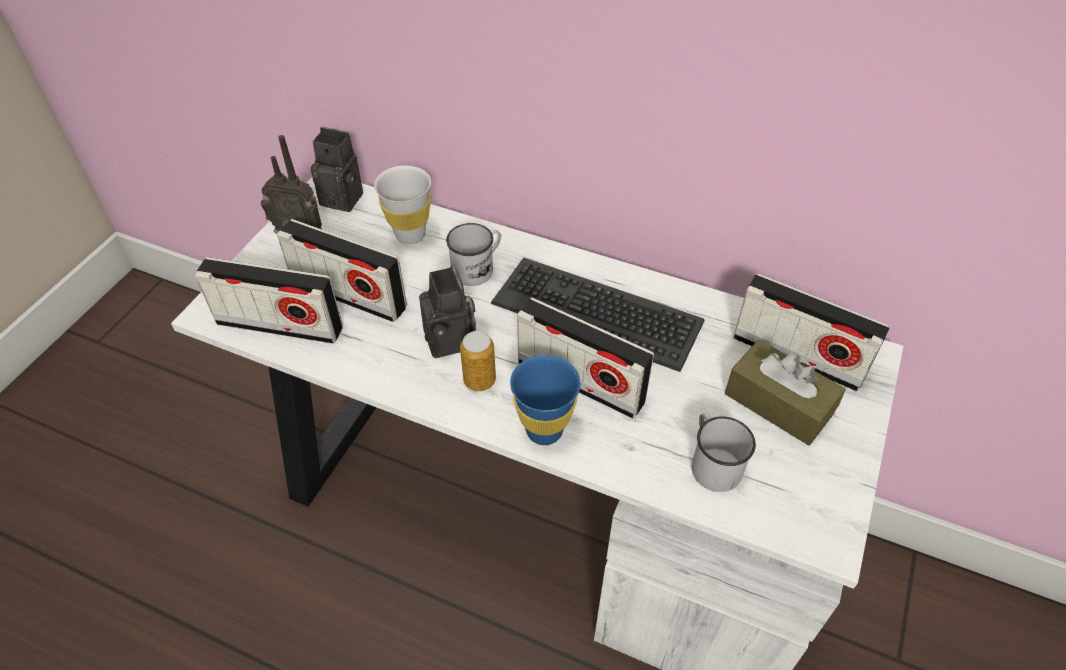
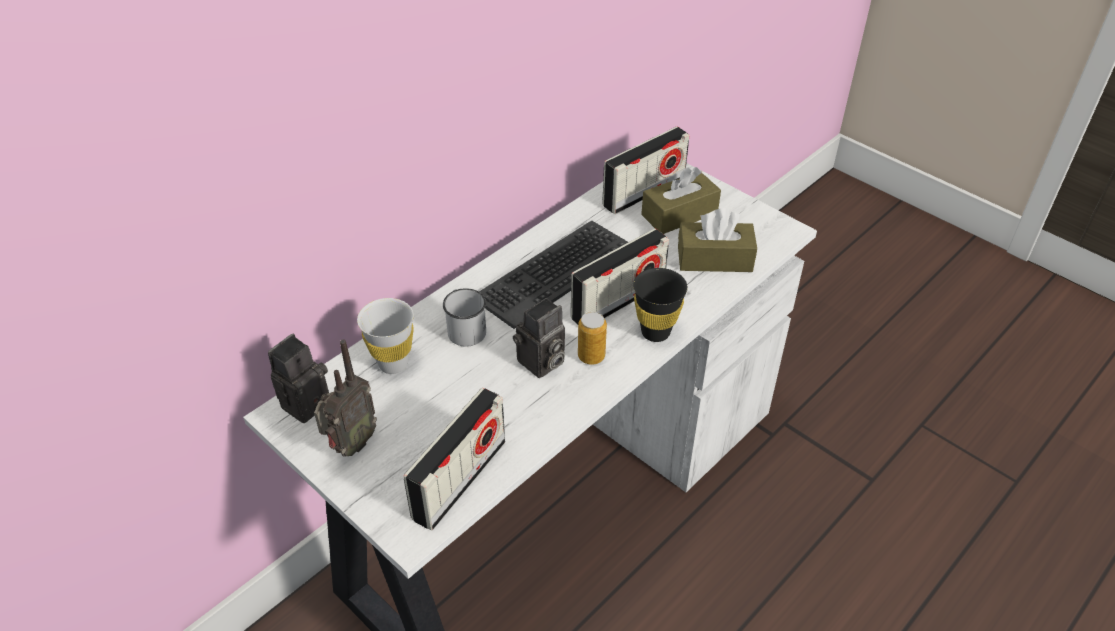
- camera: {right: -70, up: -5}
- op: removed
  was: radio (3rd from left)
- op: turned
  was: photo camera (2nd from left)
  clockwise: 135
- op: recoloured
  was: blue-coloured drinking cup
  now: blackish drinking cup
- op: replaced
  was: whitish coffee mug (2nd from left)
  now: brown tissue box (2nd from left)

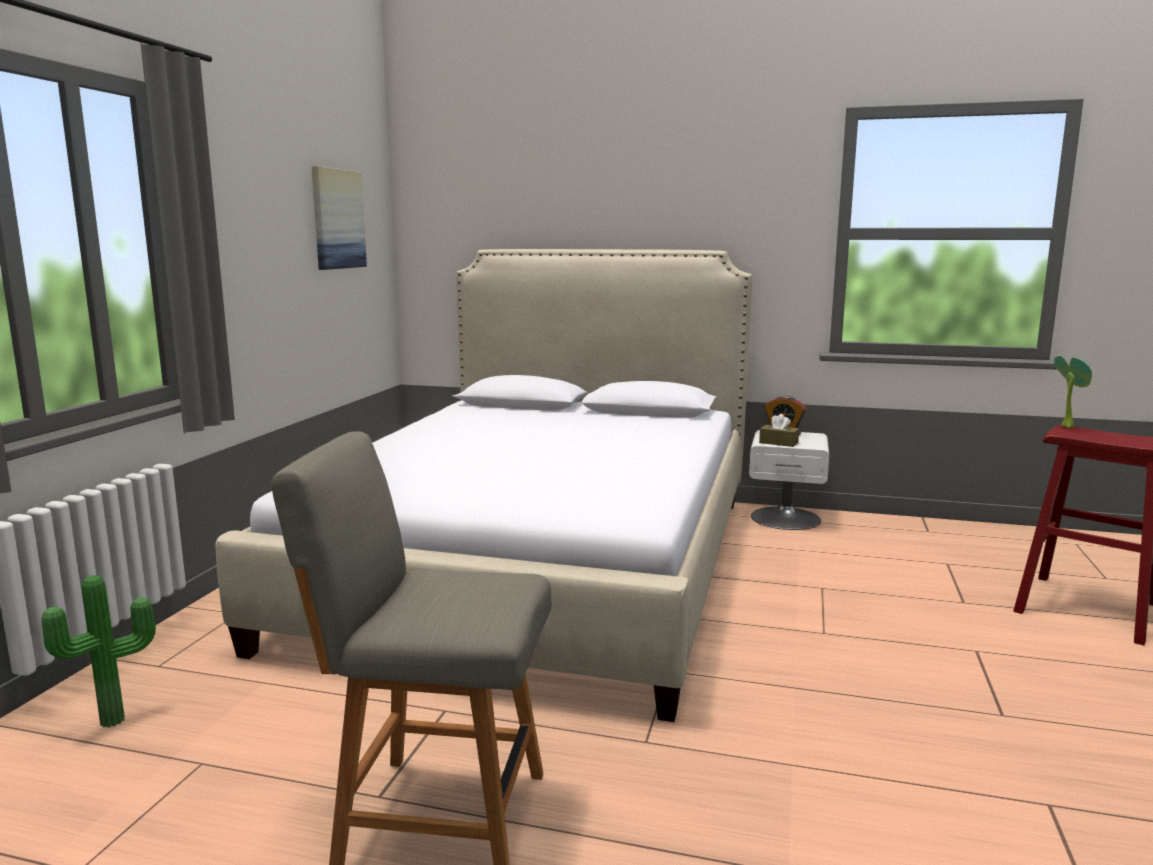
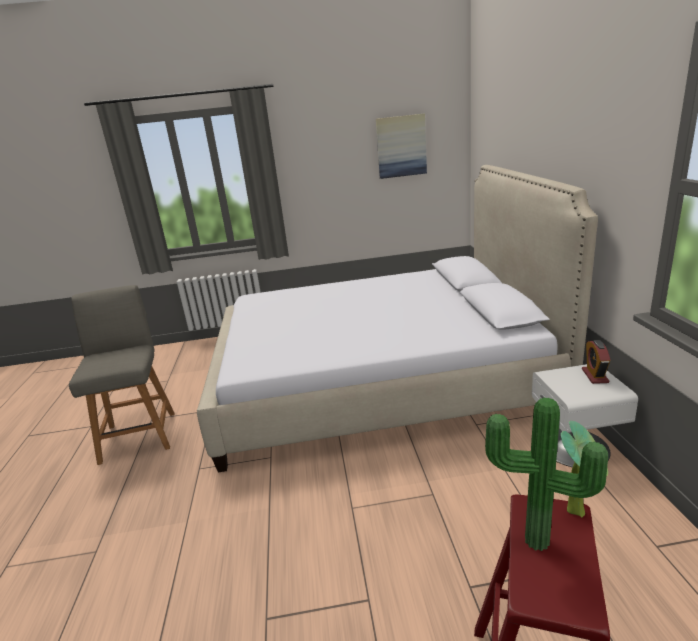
- camera: {right: 70, up: 10}
- op: removed
  was: brown tissue box
- op: moved
  was: plant in a pot (1st from left)

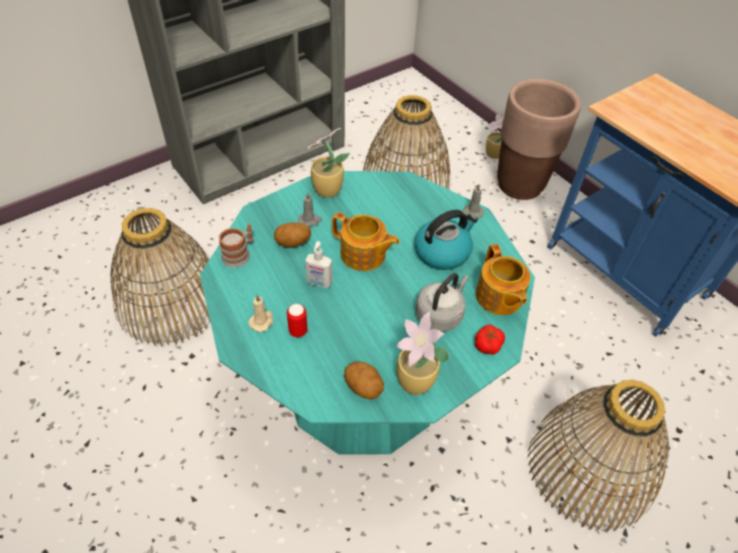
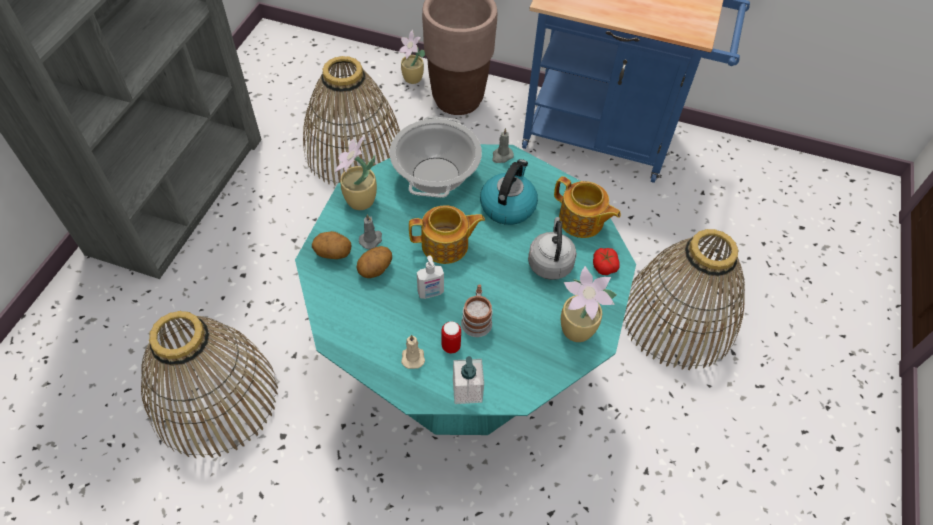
- camera: {right: -35, up: 5}
- op: moved
  was: coffee mug
- op: moved
  was: spud (2nd from left in the first image)
  now: spud (1st from left)
- op: added
  now: stockpot
- op: added
  now: soap dispenser (2nd from left)

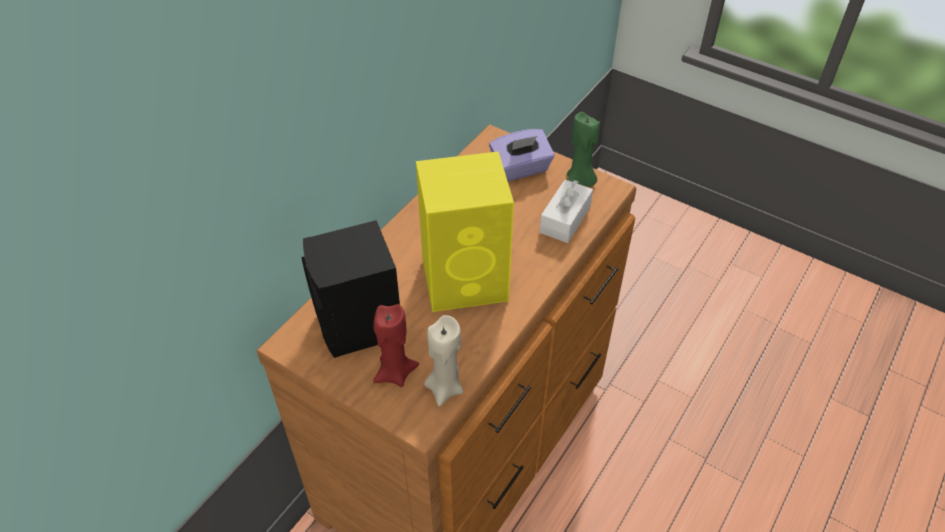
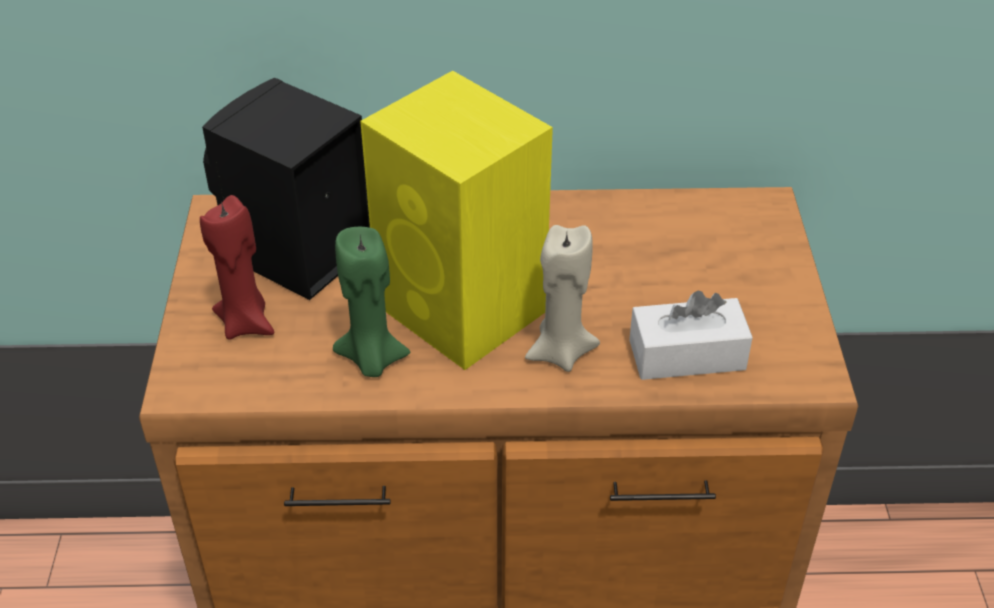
- camera: {right: 55, up: -5}
- op: moved
  was: green-coloured candle
- op: removed
  was: purple-coloured tissue box
- op: moved
  was: sand-coloured candle

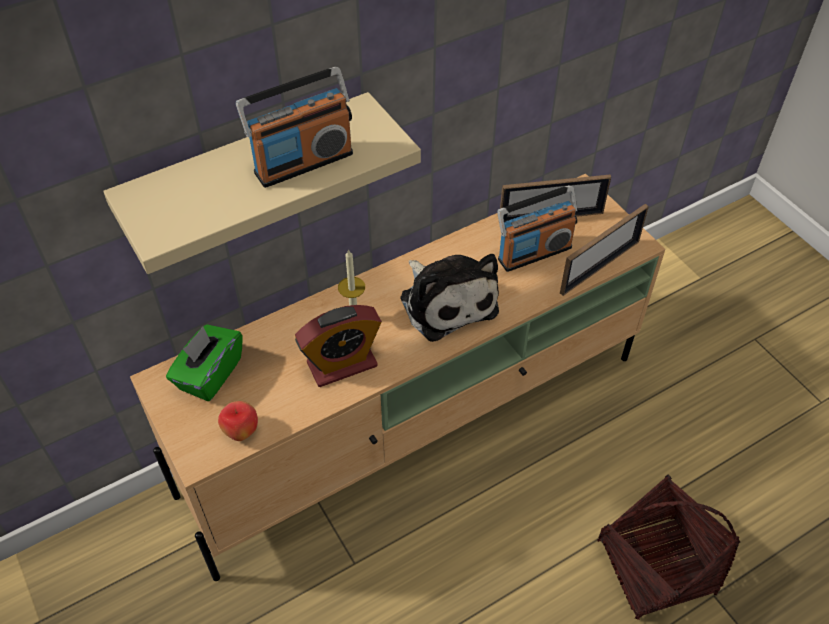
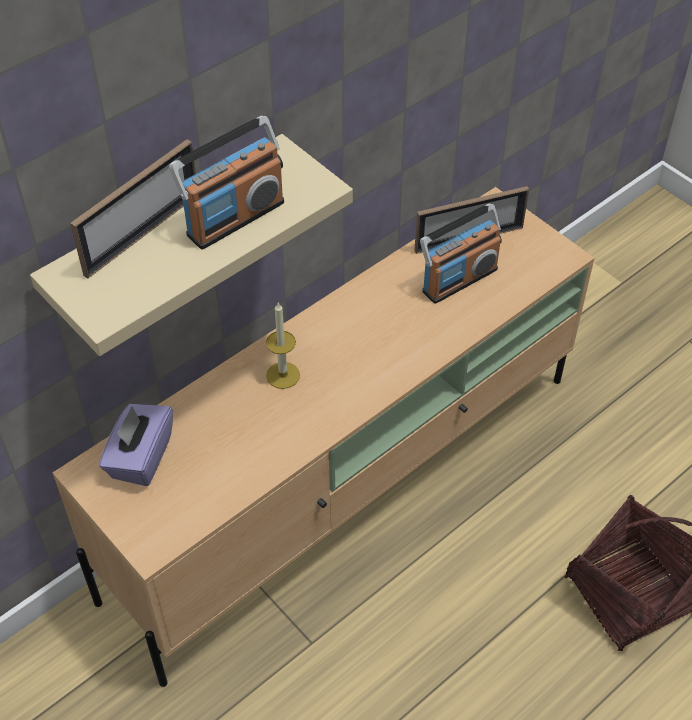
- camera: {right: -10, up: 0}
- op: moved
  was: picture frame (2nd from left in the first image)
  now: picture frame (1st from left)
- op: removed
  was: soft toy
- op: removed
  was: table clock
- op: recoloured
  was: green-coloured tissue box
  now: purple-coloured tissue box
- op: removed
  was: whole apple

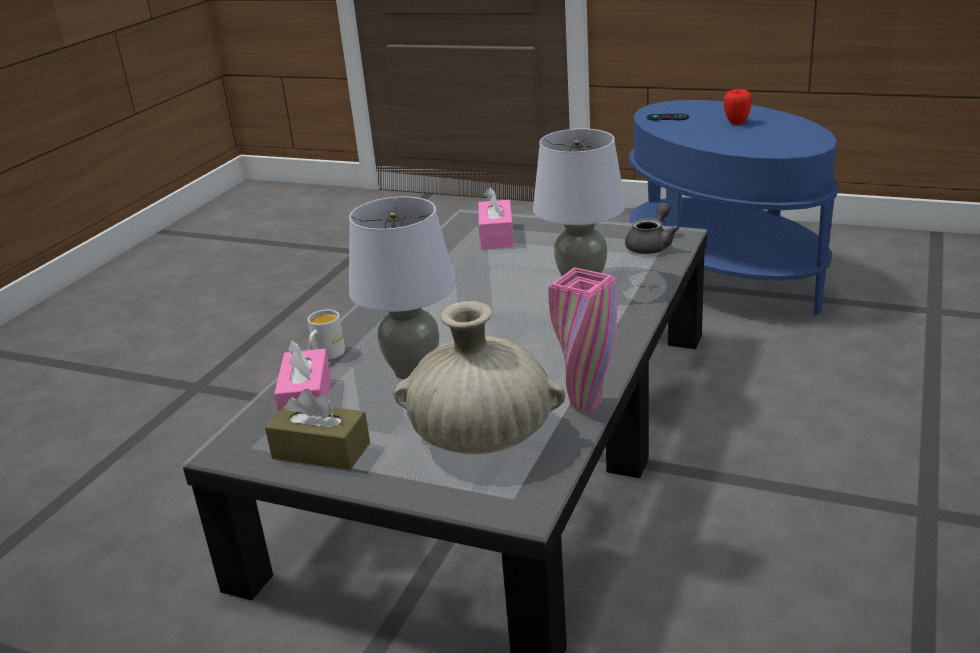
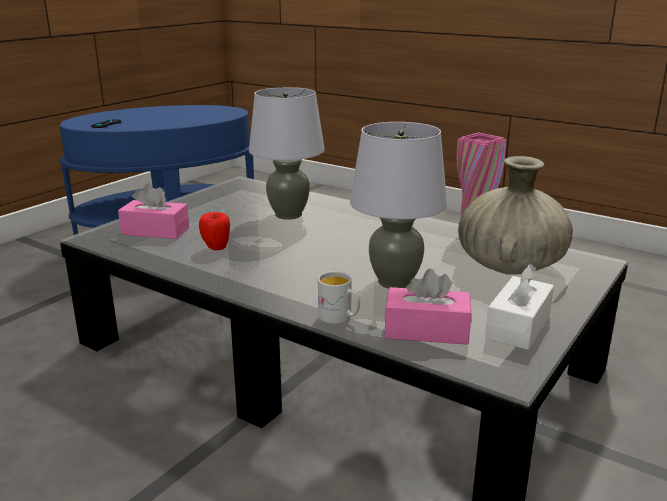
- camera: {right: -80, up: -5}
- op: moved
  was: whole apple
- op: removed
  was: gray pot for tea
- op: recoloured
  was: brown tissue box
  now: whitish tissue box

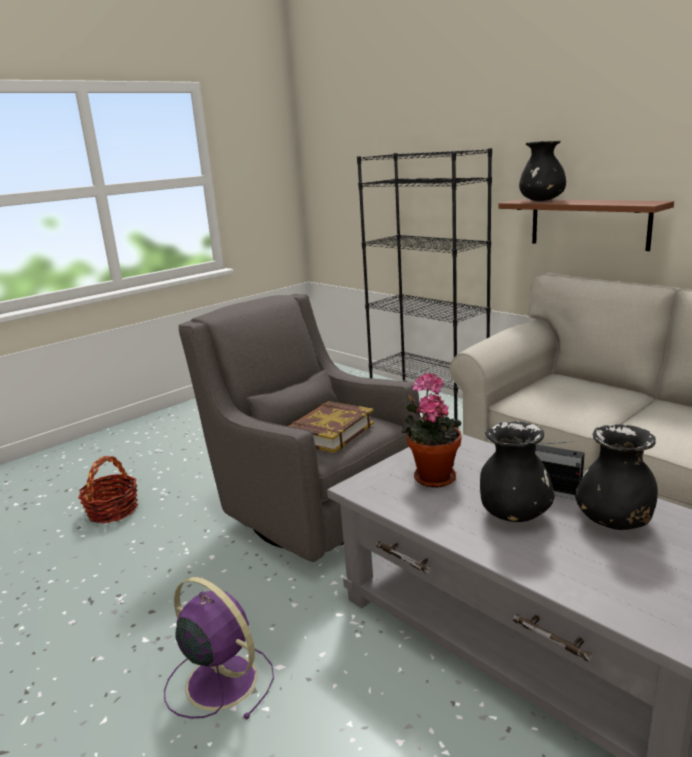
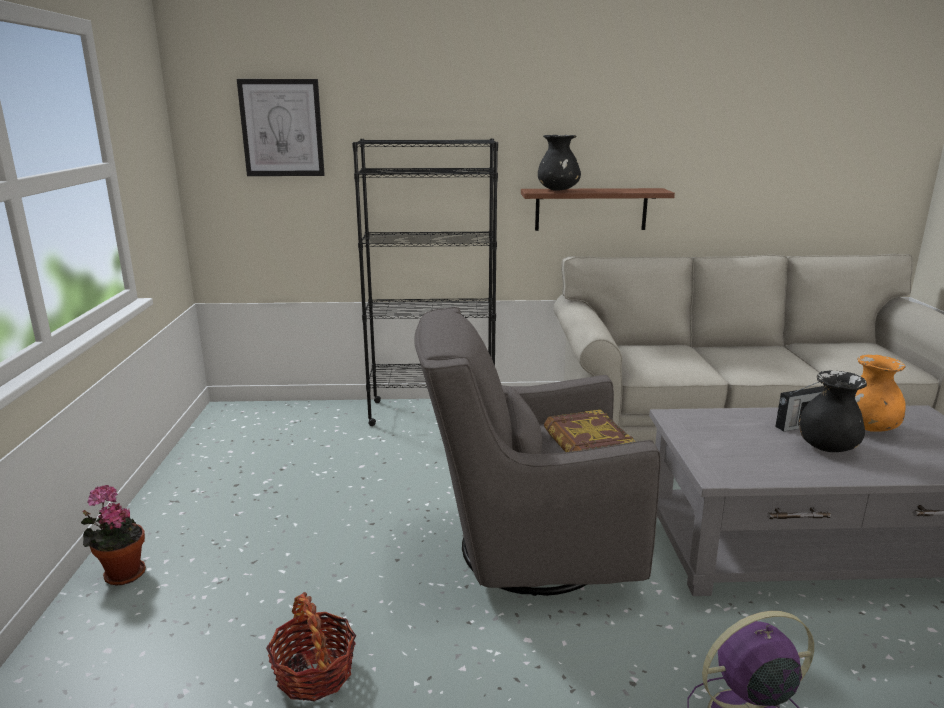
- camera: {right: -50, up: 0}
- op: moved
  was: plant in a pot
- op: recoloured
  was: blackish flower vase (3rd from left)
  now: orangey flower vase
- op: added
  now: picture

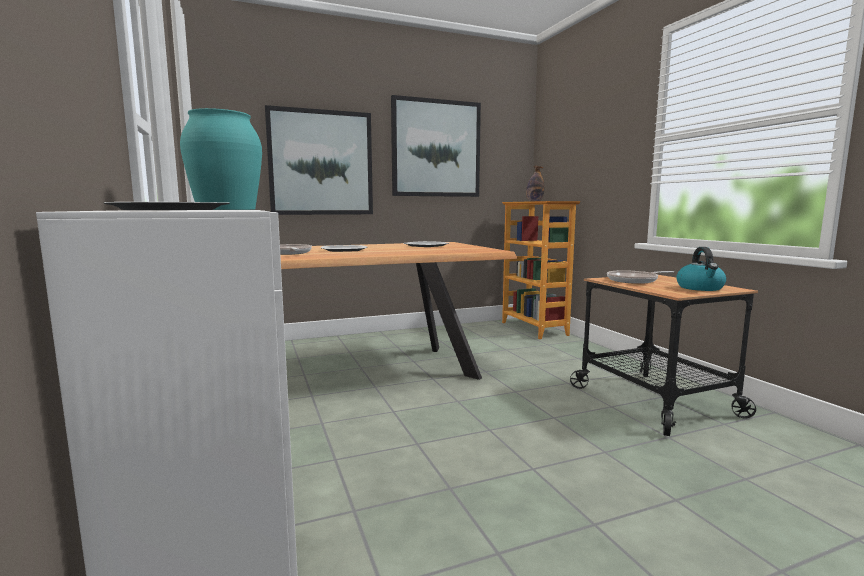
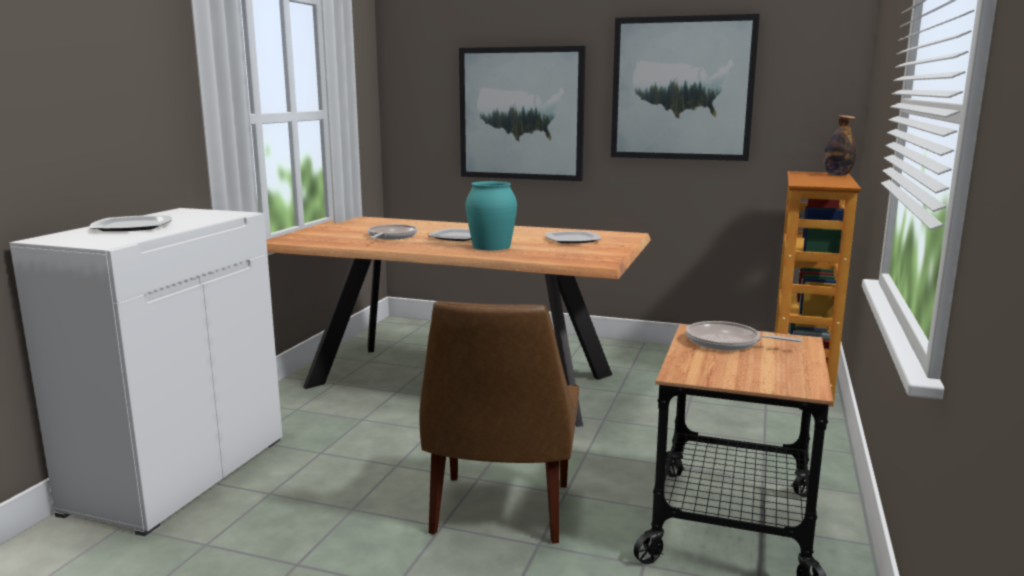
- camera: {right: 40, up: 5}
- op: moved
  was: blue-green flower vase
- op: removed
  was: tea kettle
- op: added
  now: brown chair

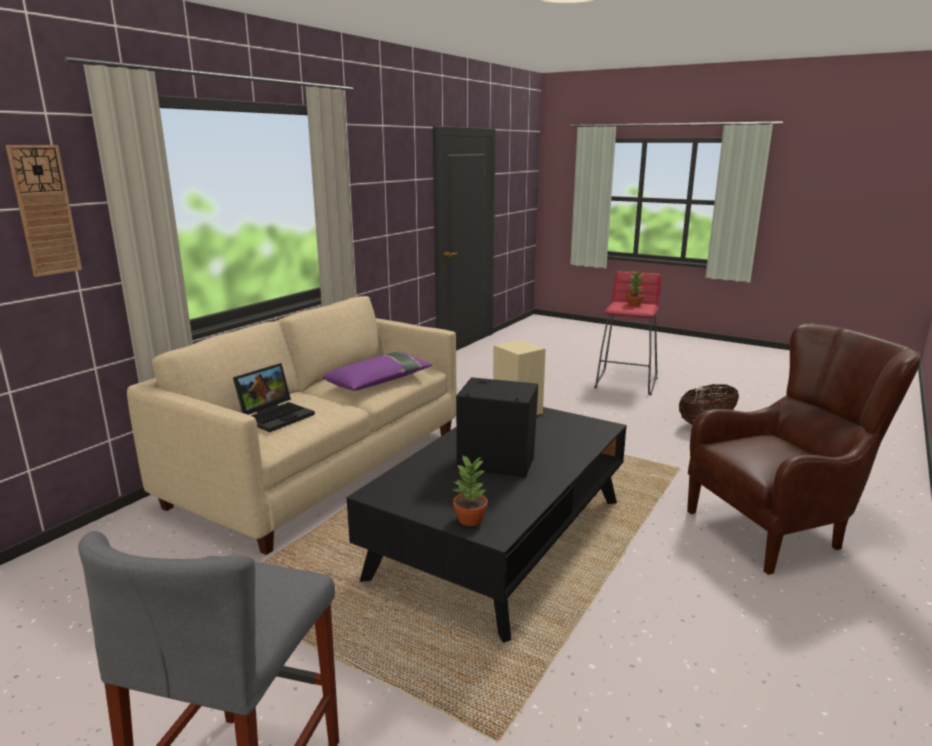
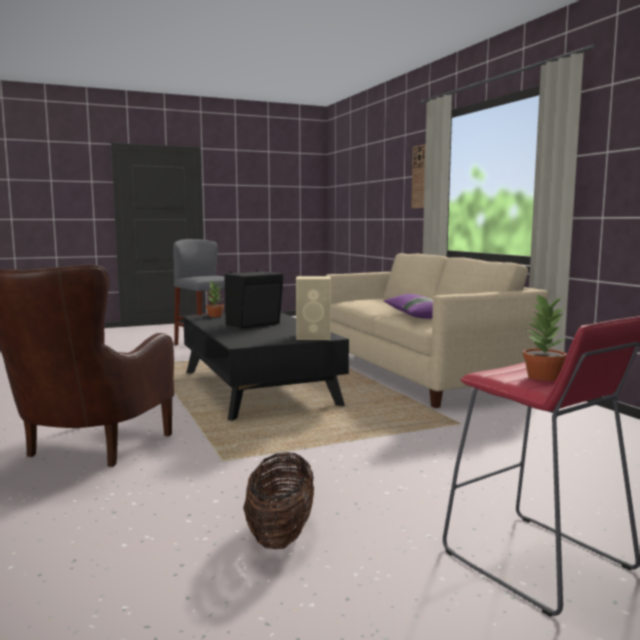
- camera: {right: 125, up: -10}
- op: removed
  was: portable computer

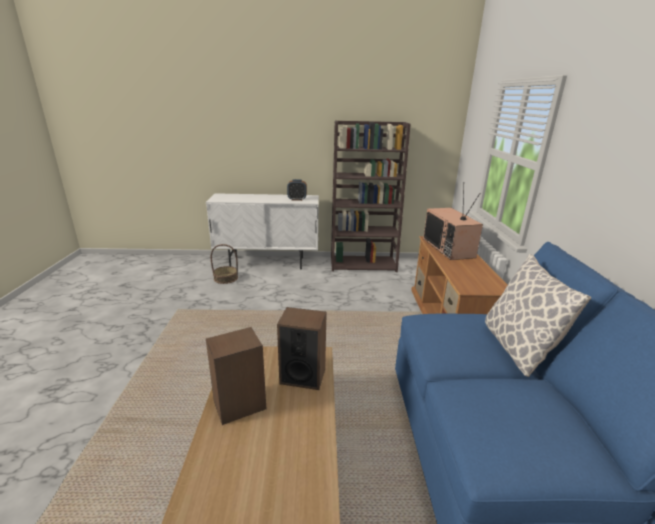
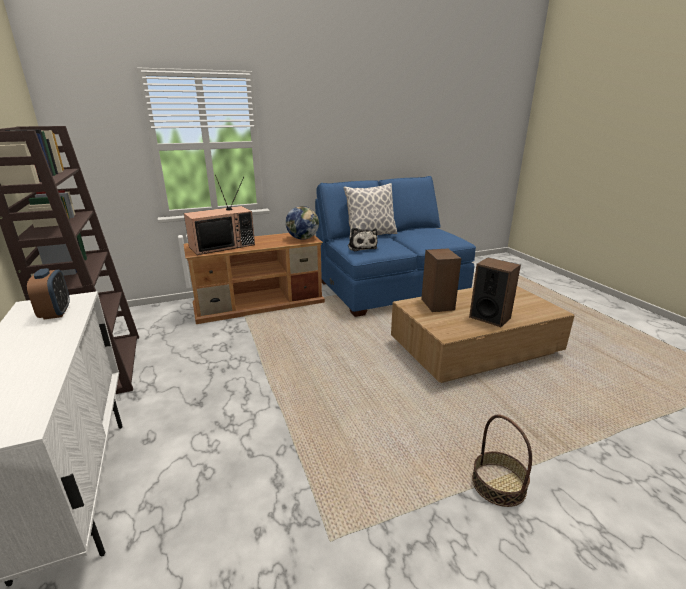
- camera: {right: -110, up: 0}
- op: moved
  was: basket
- op: added
  now: desk globe
- op: added
  now: soft toy

